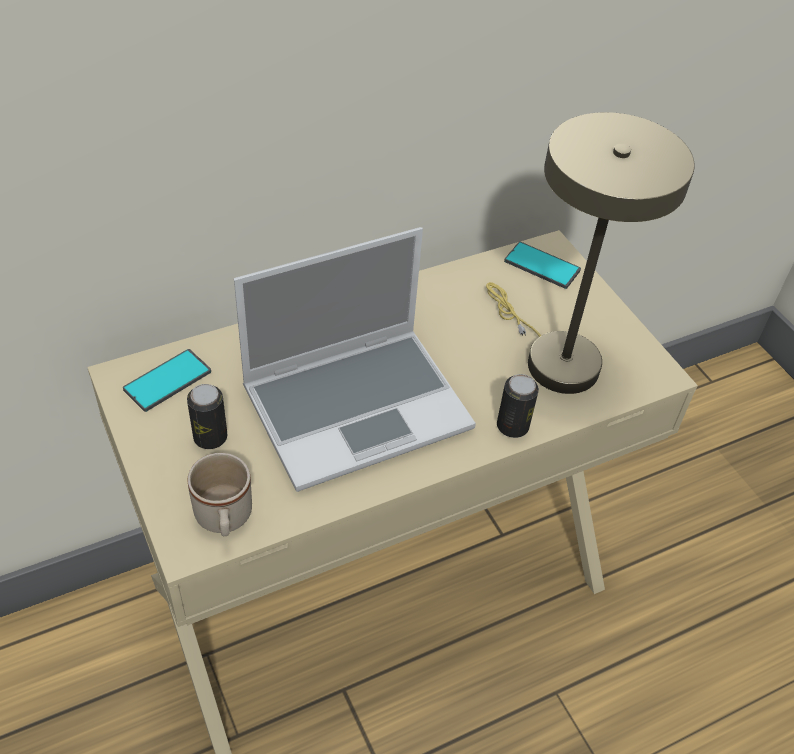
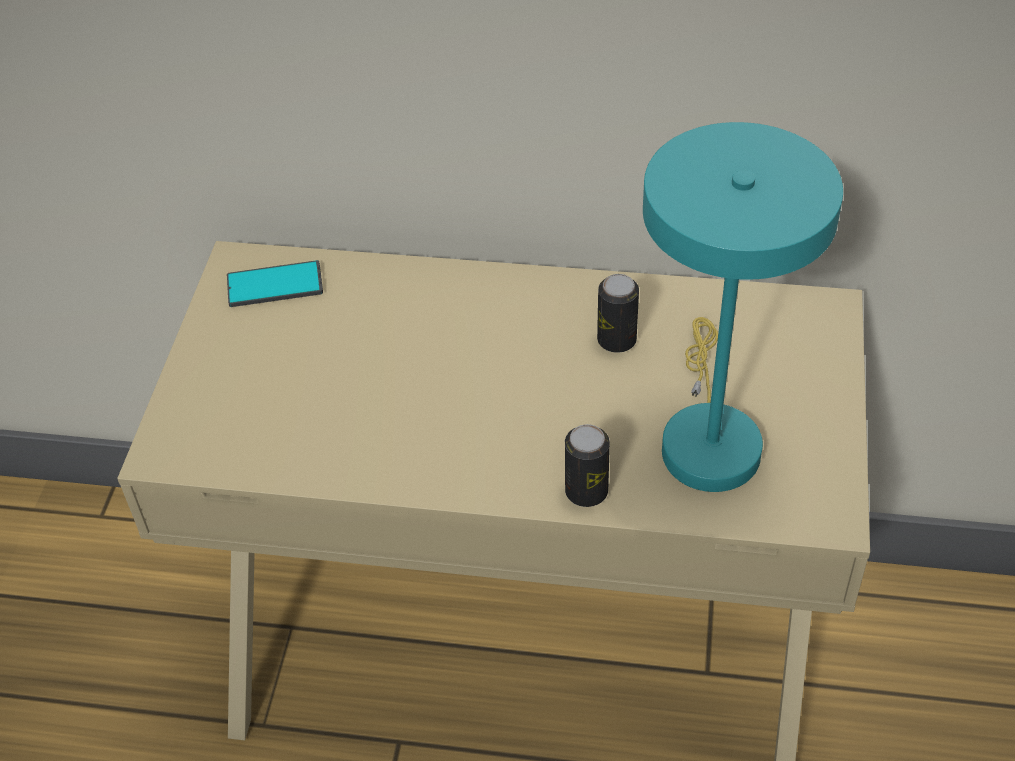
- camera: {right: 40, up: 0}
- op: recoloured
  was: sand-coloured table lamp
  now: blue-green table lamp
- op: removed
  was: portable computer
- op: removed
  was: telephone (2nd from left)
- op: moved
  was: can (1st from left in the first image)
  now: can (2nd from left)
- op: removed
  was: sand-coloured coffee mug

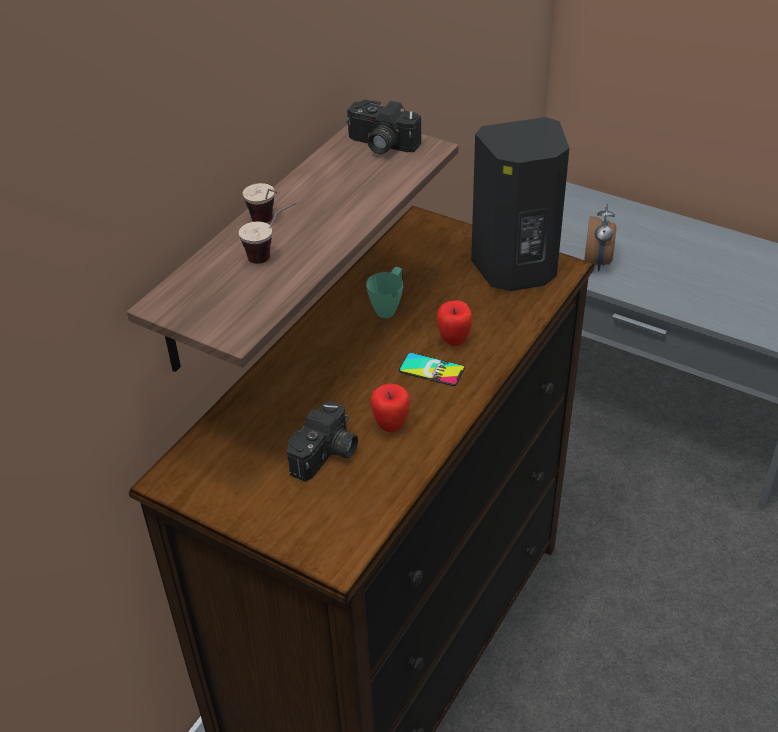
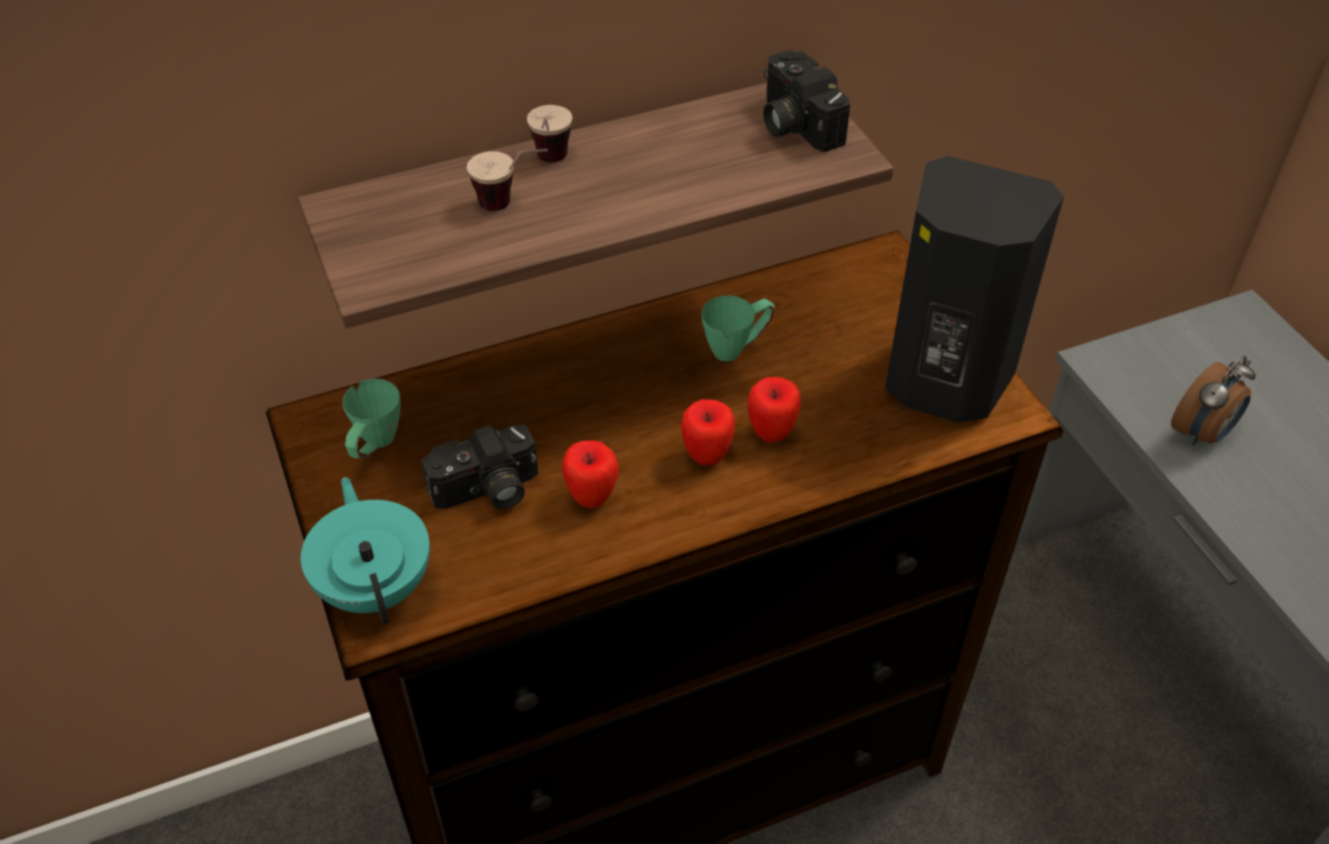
- camera: {right: 35, up: 5}
- op: replaced
  was: telephone
  now: whole apple (2nd from left)
- op: added
  now: green-coloured coffee mug (1st from left)
- op: added
  now: blue-green pot for tea

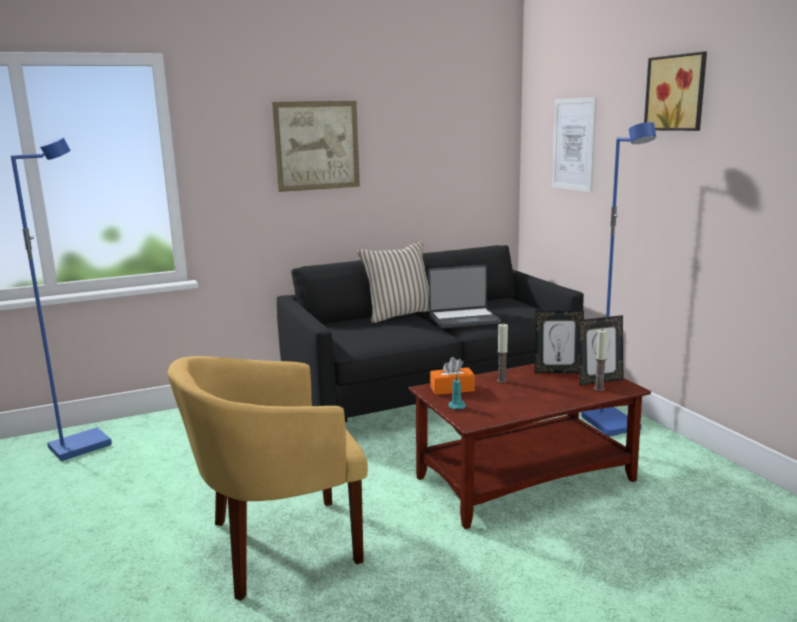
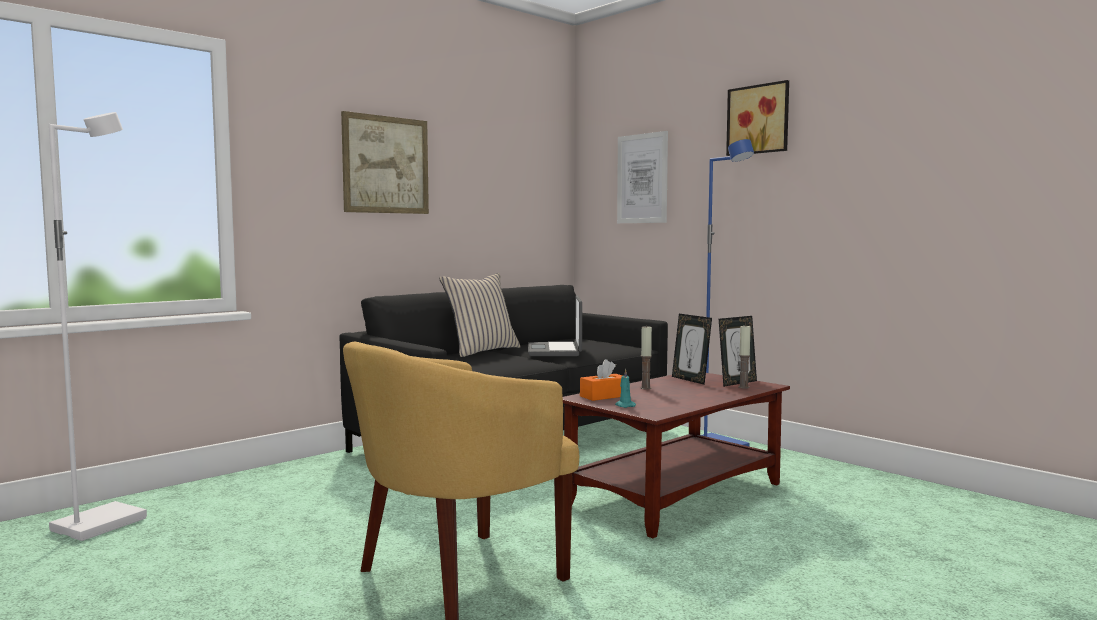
- camera: {right: -20, up: -10}
- op: recoloured
  was: blue-coloured standard lamp (1st from left)
  now: whitish standard lamp
- op: turned
  was: portable computer
  clockwise: 120
- op: turned
  was: picture frame (1st from left)
  clockwise: 75

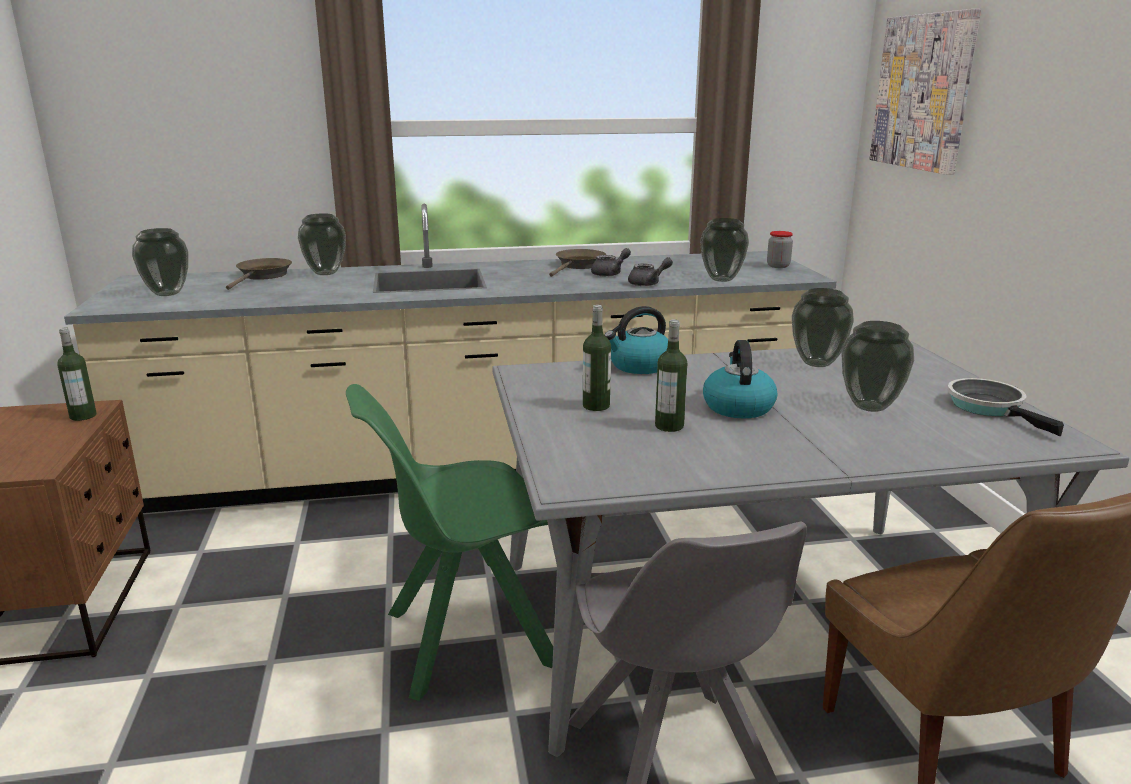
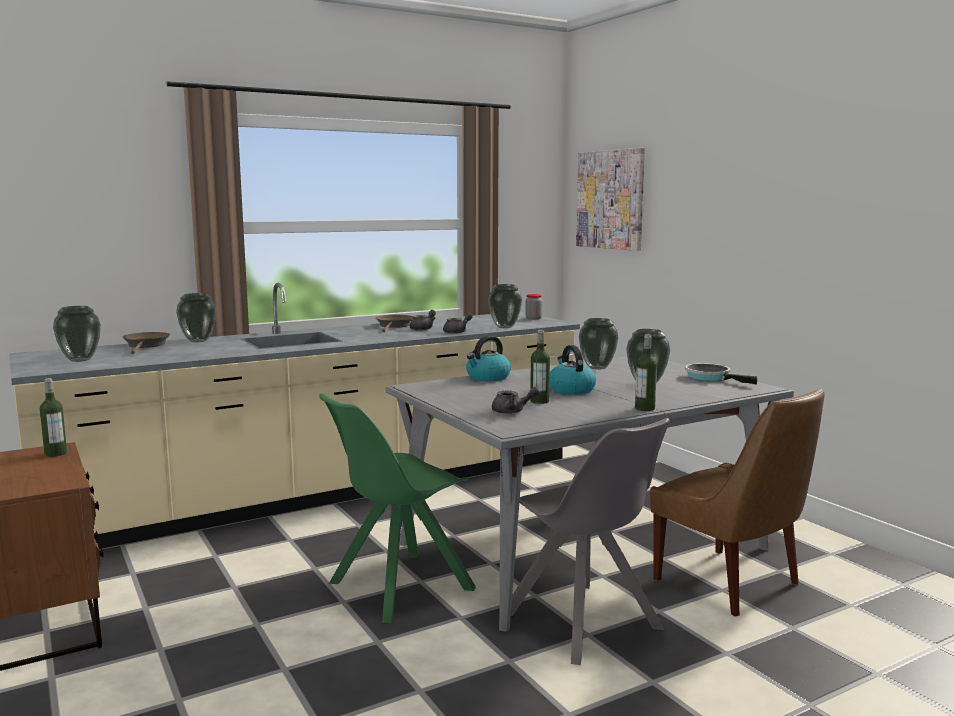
- camera: {right: -20, up: -10}
- op: moved
  was: bottle (2nd from left in the first image)
  now: bottle (3rd from left)
- op: added
  now: gray pot for tea (3rd from left)

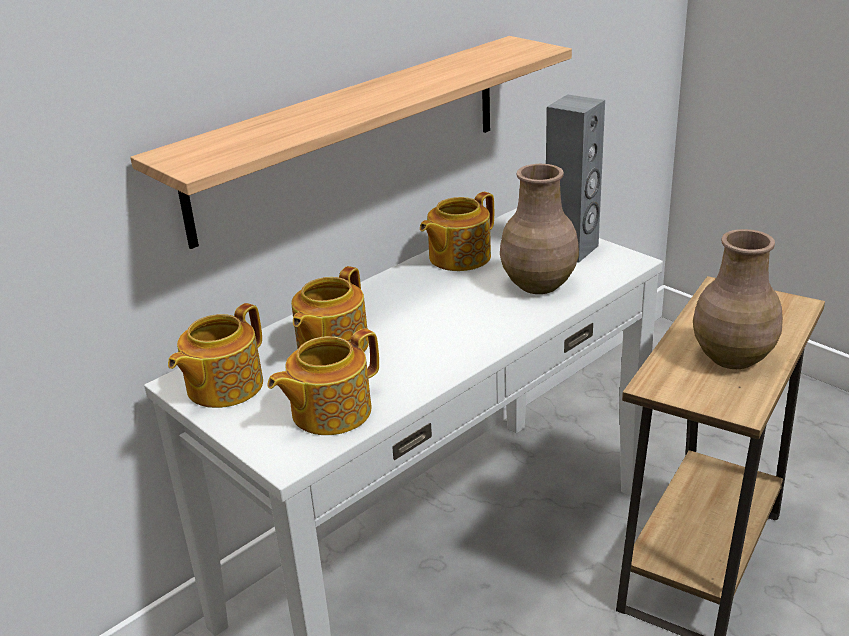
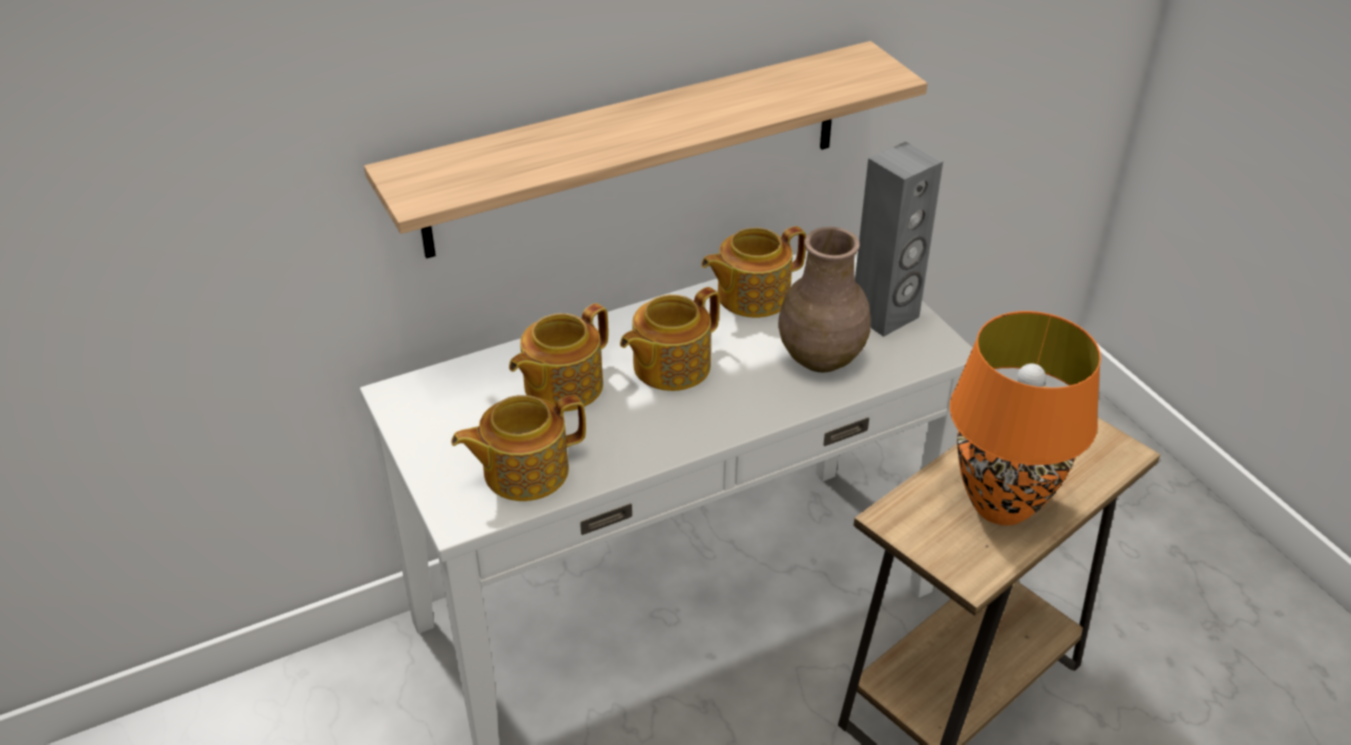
- camera: {right: 15, up: 10}
- op: replaced
  was: brown flower vase (2nd from left)
  now: orangey table lamp
- op: moved
  was: pot for tea (1st from left in the first image)
  now: pot for tea (3rd from left)

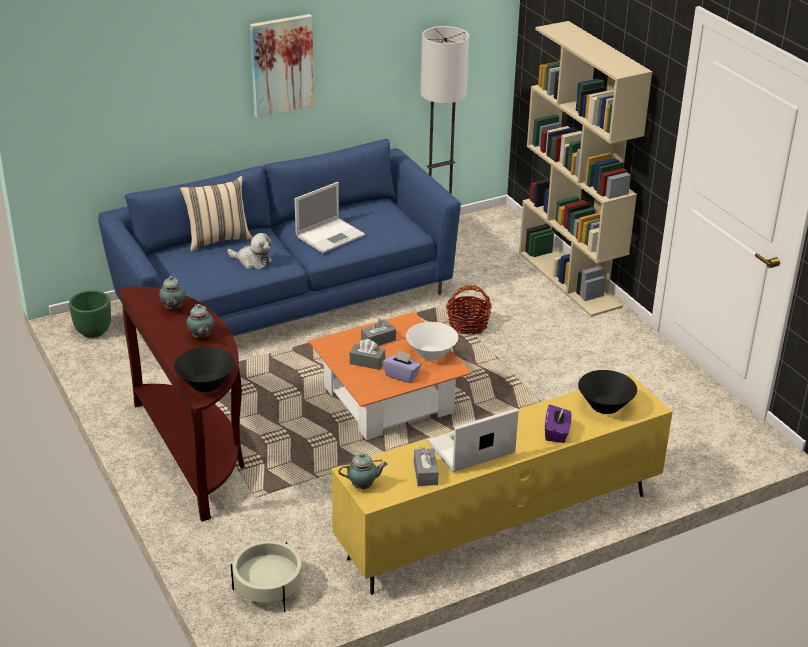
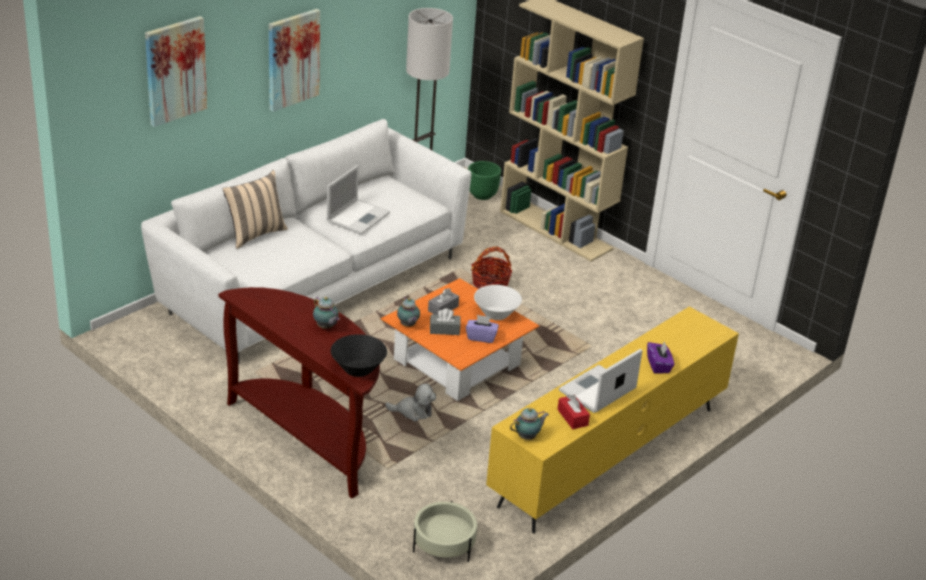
- camera: {right: -20, up: 0}
- op: recoloured
  was: blue-coloured couch
  now: whitish couch
- op: moved
  was: soft toy
- op: moved
  was: pot for tea (1st from left in the first image)
  now: pot for tea (2nd from left)
- op: moved
  was: green-coloured plant pot
- op: removed
  was: blackish serving bowl (2nd from left)
- op: recoloured
  was: gray tissue box (3rd from left)
  now: red-coloured tissue box
- op: added
  now: picture (1st from left)

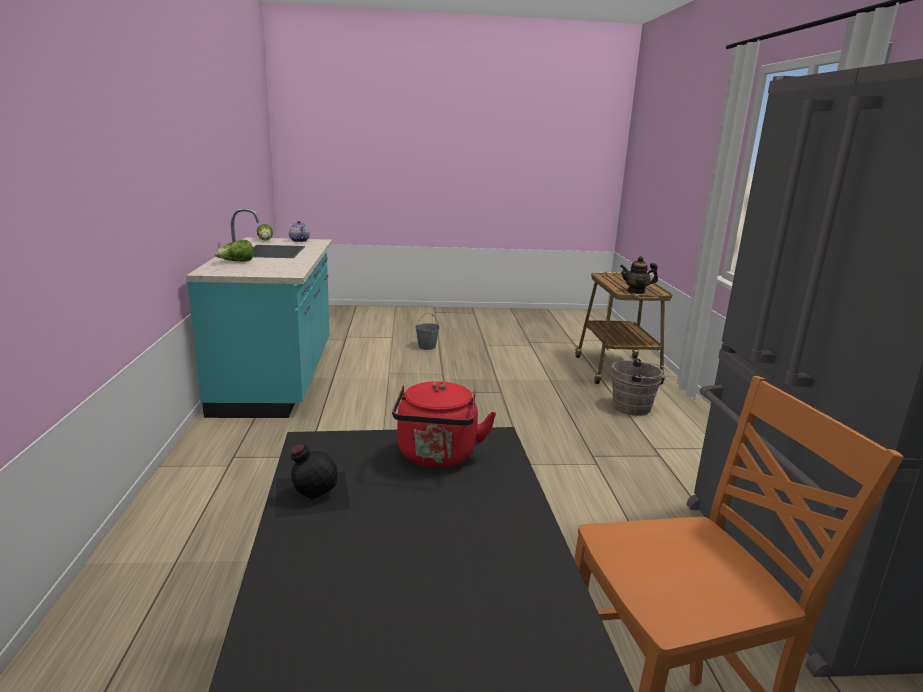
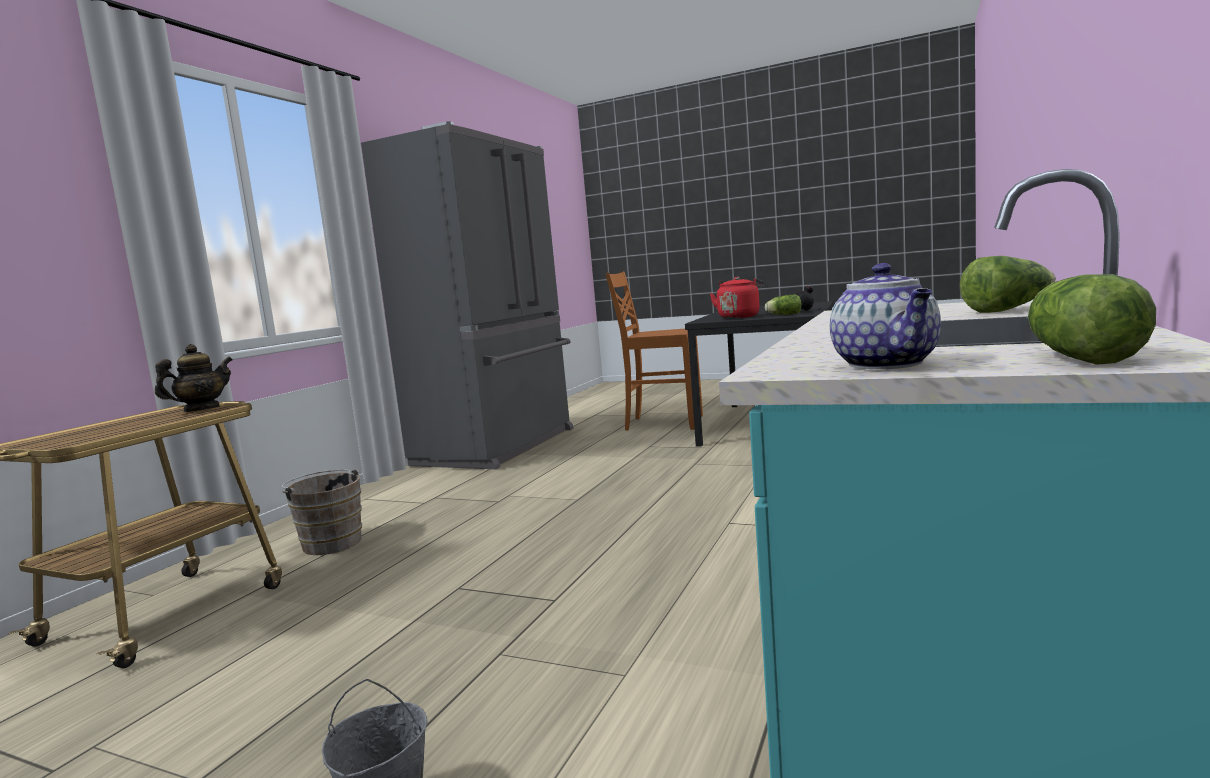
- camera: {right: -150, up: -10}
- op: turned
  was: pot for tea (2nd from left in the first image)
  clockwise: -75
- op: added
  now: head of lettuce (1st from left)

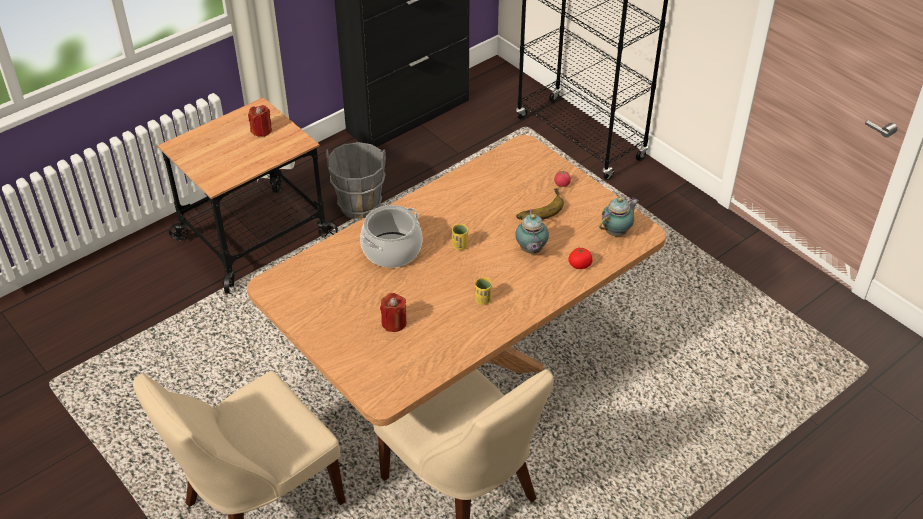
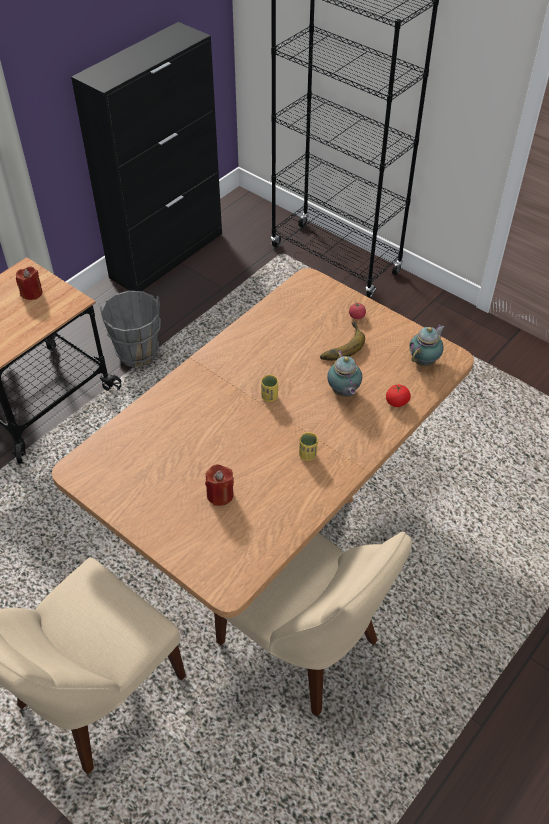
- camera: {right: -10, up: 5}
- op: removed
  was: stockpot

